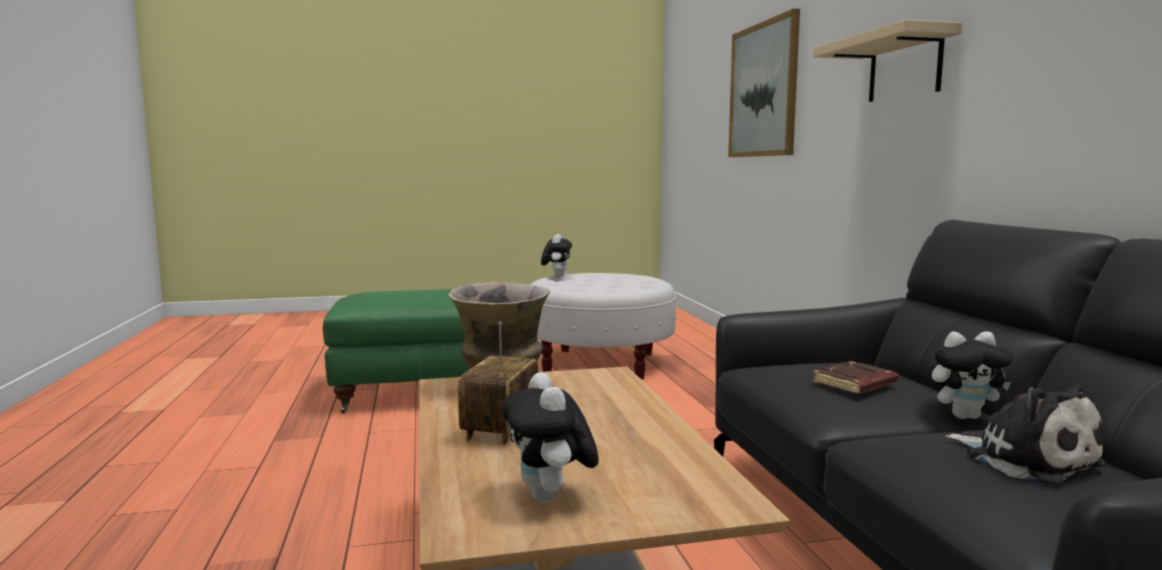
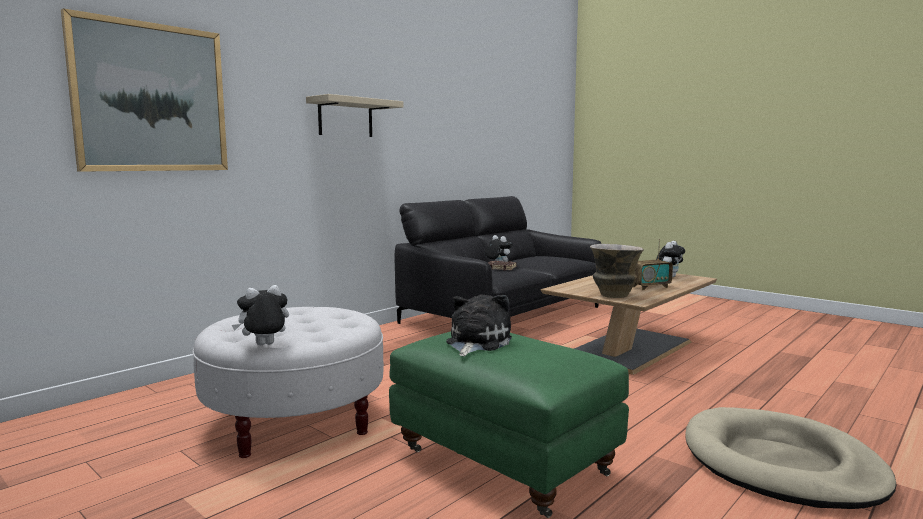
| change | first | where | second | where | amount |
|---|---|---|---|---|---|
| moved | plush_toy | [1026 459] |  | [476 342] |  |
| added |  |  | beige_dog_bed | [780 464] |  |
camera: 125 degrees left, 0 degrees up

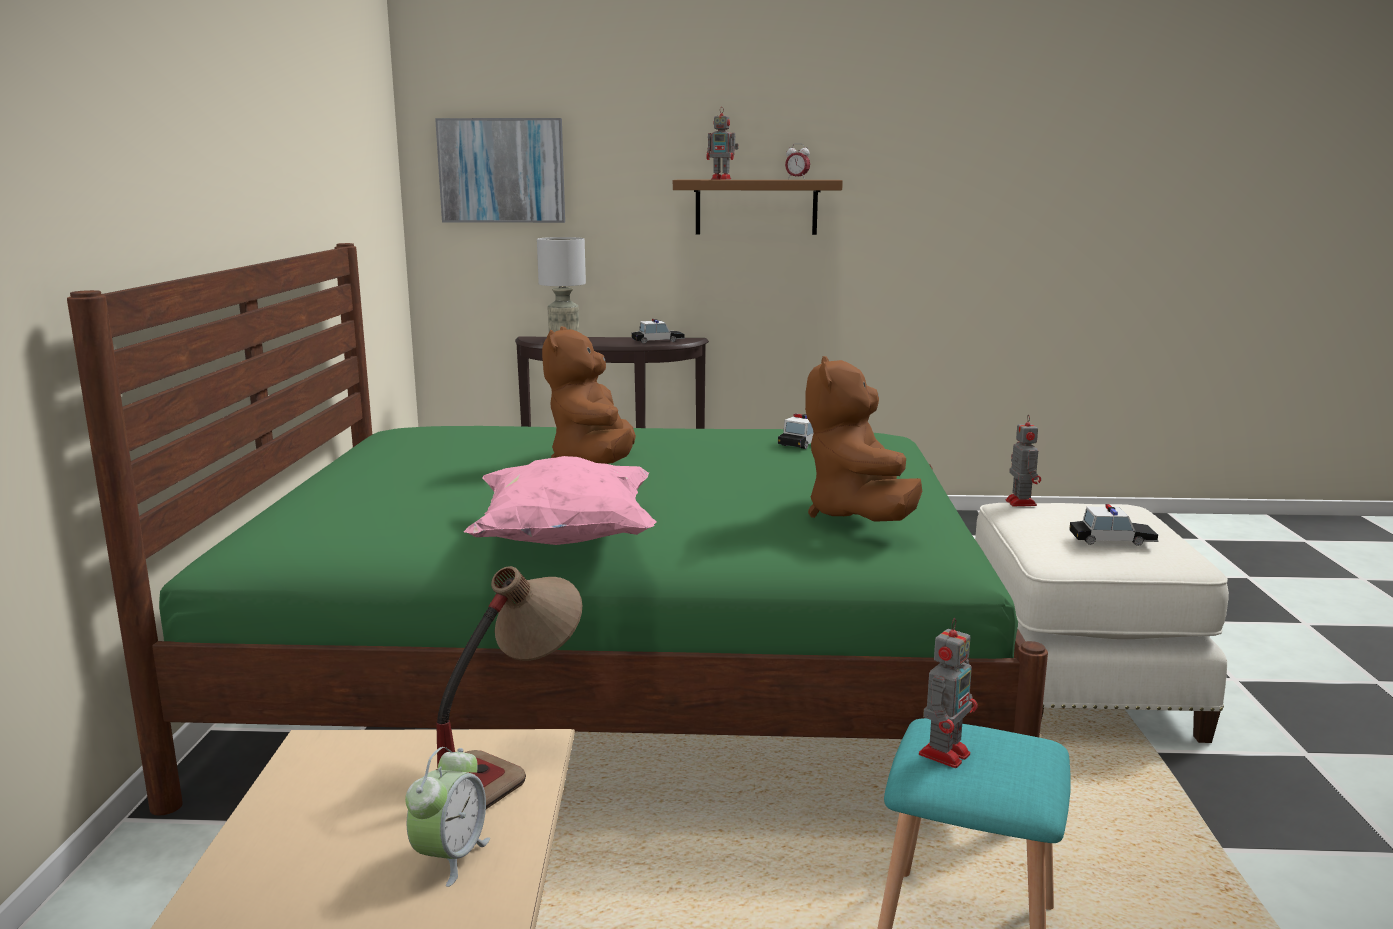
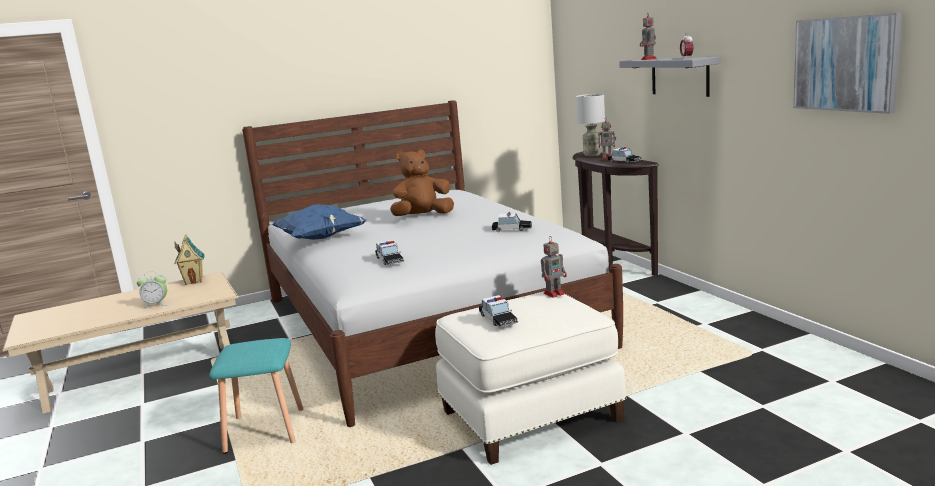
| change | first | where | second | where | amount |
|---|---|---|---|---|---|
| recoloured | green_bed | [620 674] | white_bed | [424 321] |  |
| moved | picture | [502 170] |  | [845 63] |  |
| removed | table_lamp | [507 762] |  |  |  |
| recoloured | pink_pillow | [565 540] | blue_pillow | [320 239] |  |
| recoloured | brown_shelf | [756 207] | grey_shelf | [679 76] |  |
| replaced | brown_plush_toy | [858 516] | toy_car | [389 260] |  |
| moved | toy_robot | [945 753] |  | [608 157] |  |
| added |  |  | toy_house | [194 281] |  |
camera: 65 degrees right, 0 degrees up

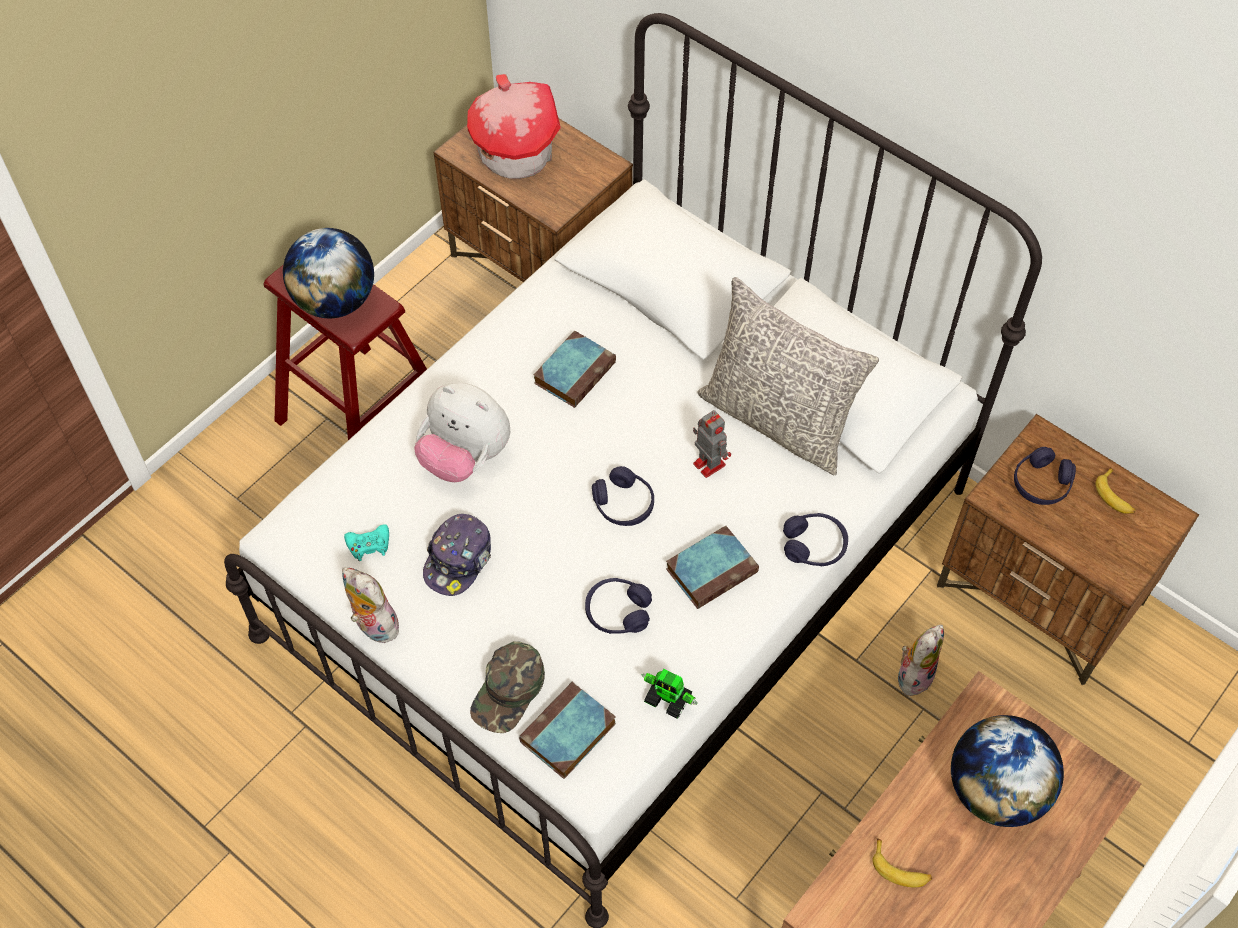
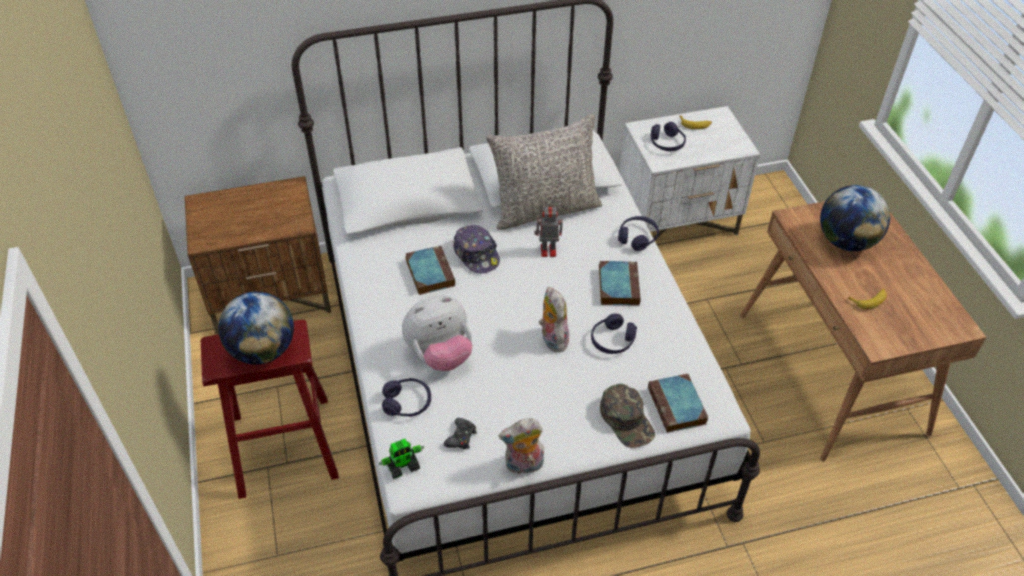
| change | first | where | second | where | amount |
|---|---|---|---|---|---|
| recoloured | turquoise_game_controller | [369 545] | black_game_controller | [461 437] |  |
| moved | cap | [459 560] |  | [476 254] |  |
| removed | toy_house | [516 153] |  |  |  |
| moved | purple_headphones | [623 504] |  | [407 403] |  |
| moved | toy_robot | [668 699] |  | [403 466] |  |
| moved | plush_toy | [914 674] |  | [552 339] |  |
| recoloured | brown_nightstand | [1041 595] | white_nightstand | [677 219] |  |
camera: 55 degrees left, 10 degrees down

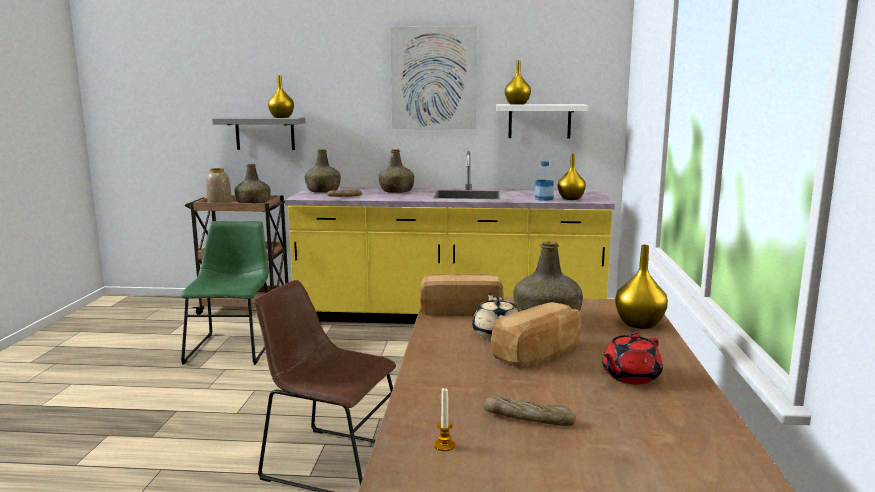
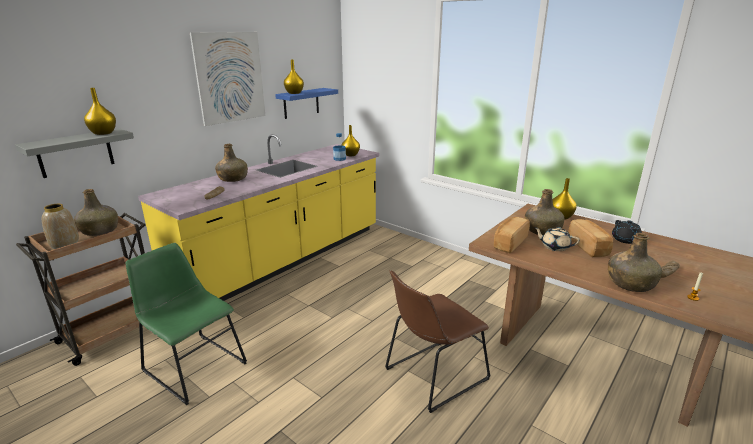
| change | first | where | second | where | amount |
|---|---|---|---|---|---|
| moved | green_bottle | [323 191] |  | [630 284] |  |
| recoloured | white_shelf | [539 121] | blue_shelf | [301 103] |  |
| recoloured | red_teapot | [629 376] | black_teapot | [625 240] |  |
camera: 55 degrees left, 10 degrees up

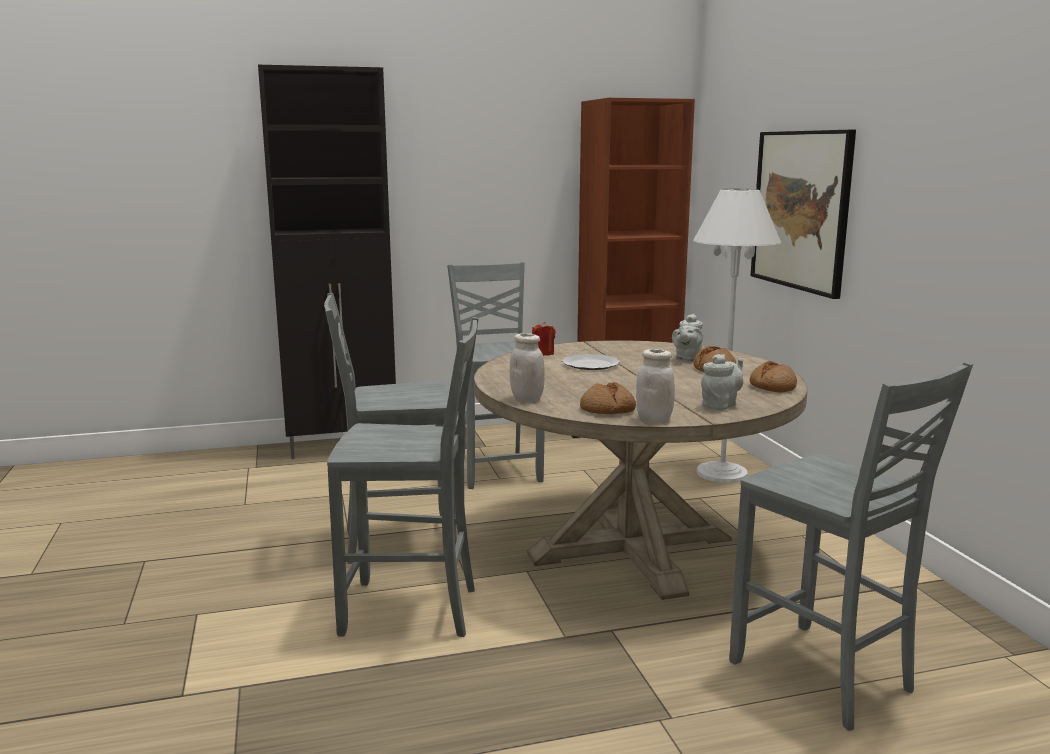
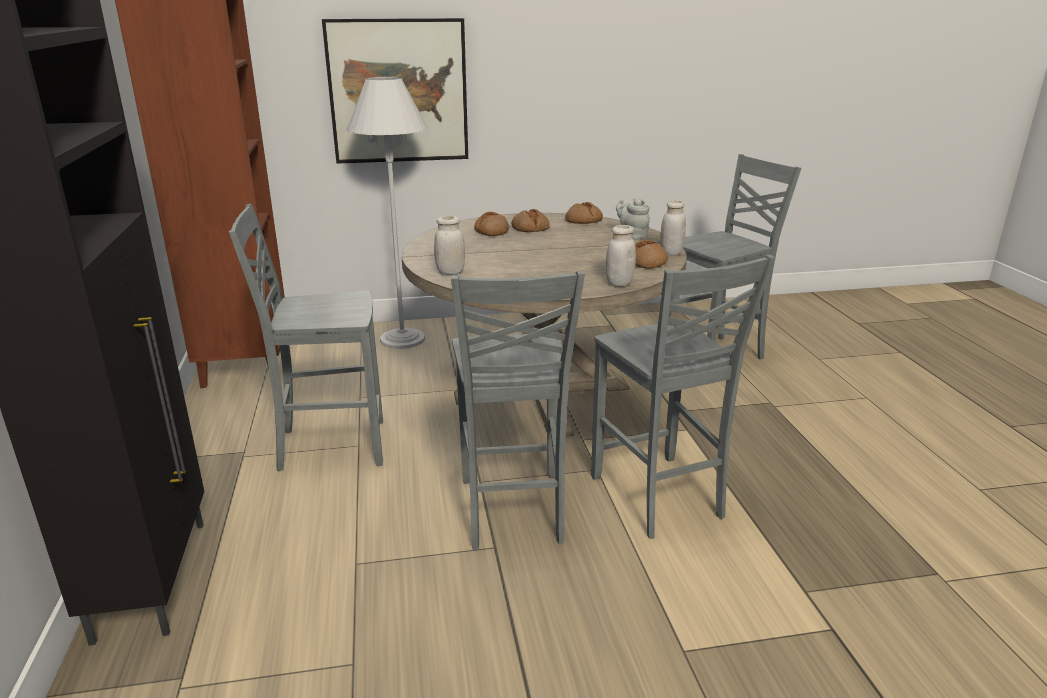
| change | first | where | second | where | amount |
|---|---|---|---|---|---|
| turned | grey_chair | [413 611] |  | [658 498] | 150 degrees clockwise |
| replaced | red_candle | [543 353] | white_jar | [450 272] |  |
| removed | plate | [590 364] |  |  |  |
| replaced | grey_teapot | [687 358] | bread | [491 232] |  |
camera: 85 degrees left, 10 degrees up

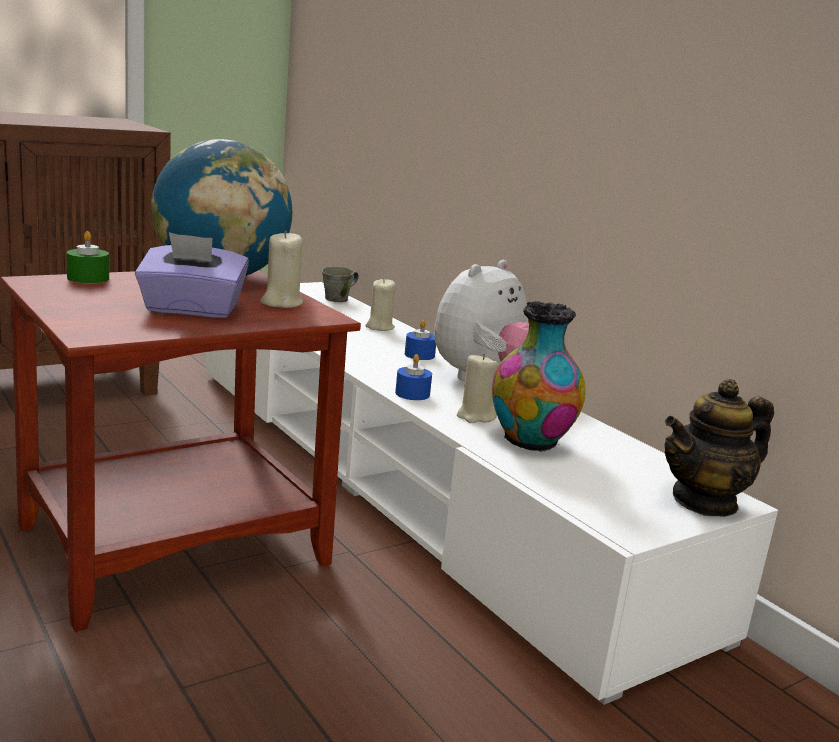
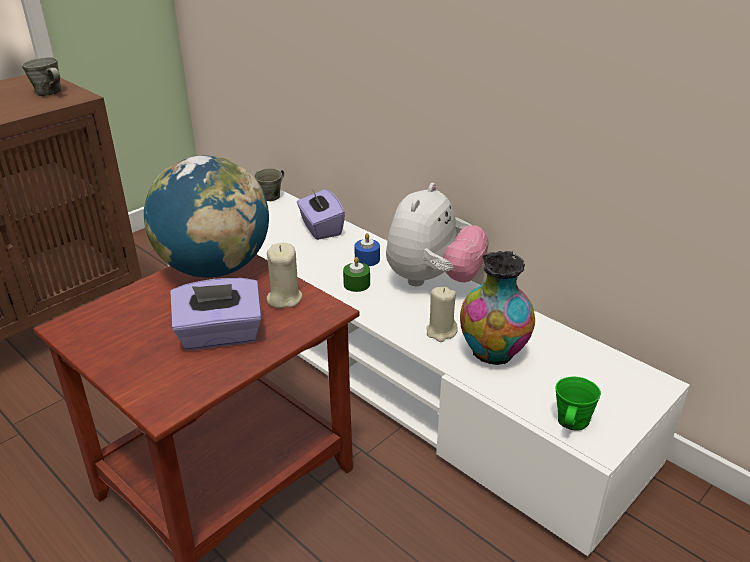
| change | first | where | second | where | amount |
|---|---|---|---|---|---|
| moved | green_candle | [88 278] |  | [356 284] |  |
| replaced | beige_candle | [379 327] | purple_tissue_box | [320 228] |  |
| removed | blue_candle | [412 394] |  |  |  |
| removed | teapot | [705 501] |  |  |  |
| added |  |  | grey_mug | [49 93] |  |
| added |  |  | green_mug | [571 422] |  |
camera: 10 degrees left, 15 degrees up

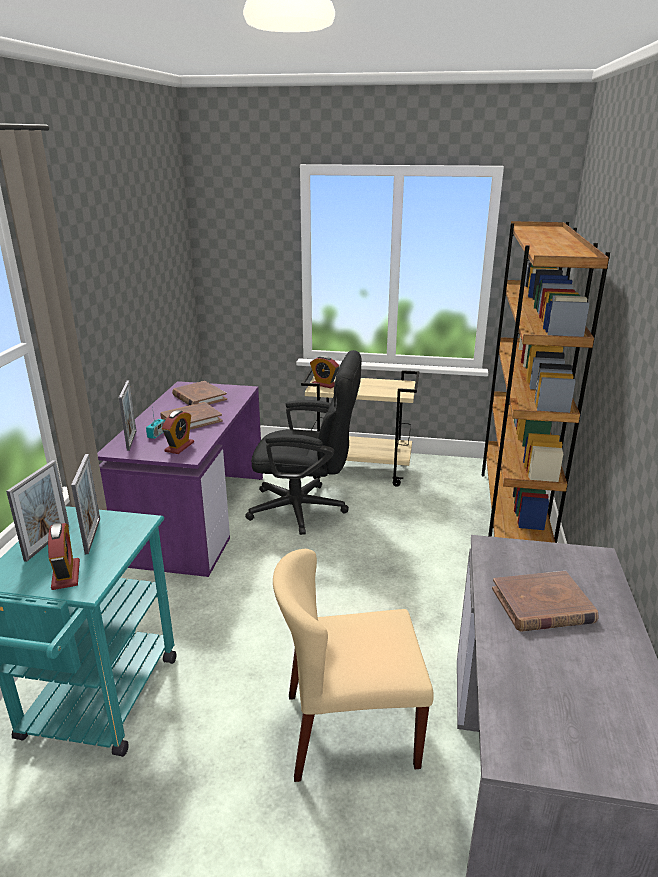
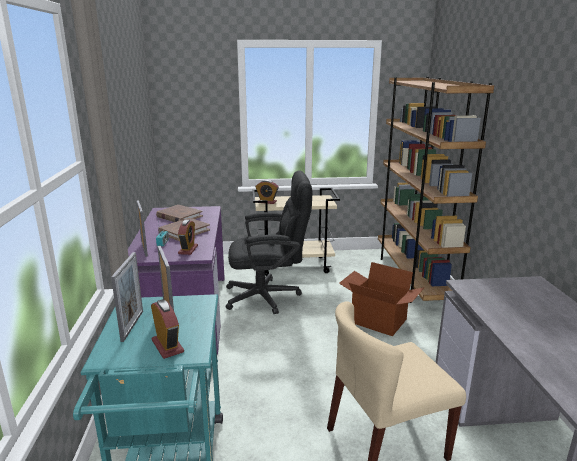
| change | first | where | second | where | amount |
|---|---|---|---|---|---|
| removed | brown_book | [542 605] |  |  |  |
| added |  |  | cardboard_box | [378 321] |  |
camera: 15 degrees left, 5 degrees down

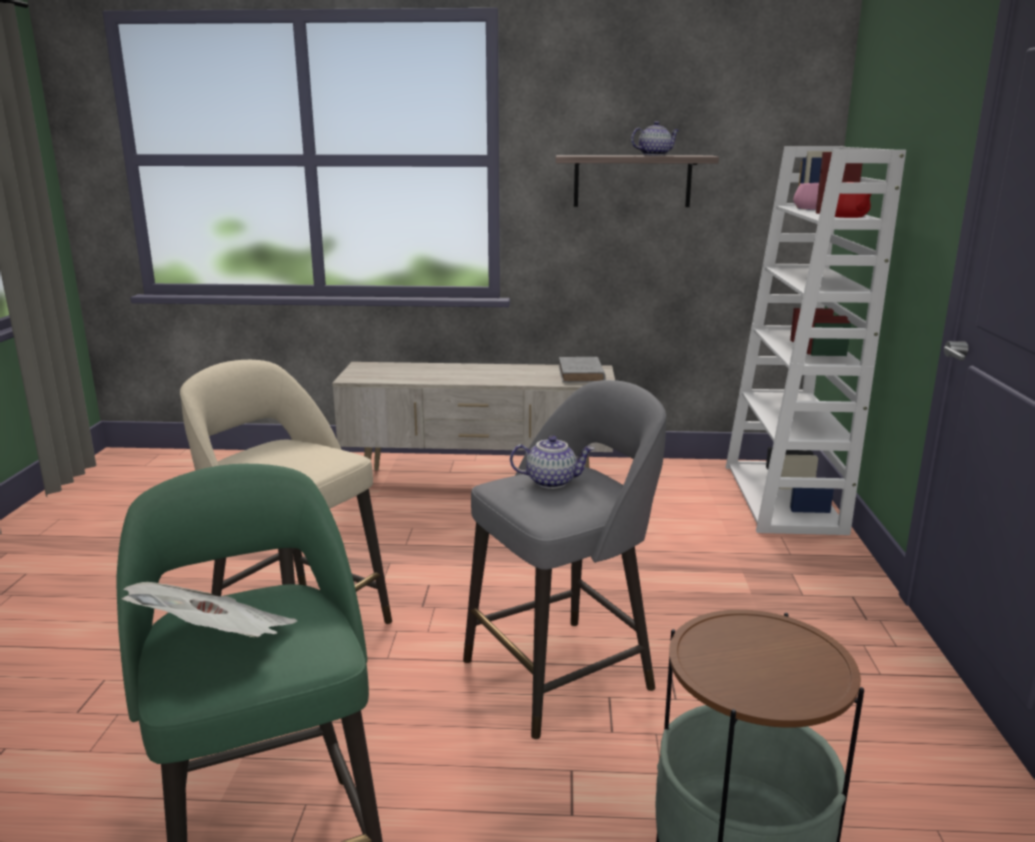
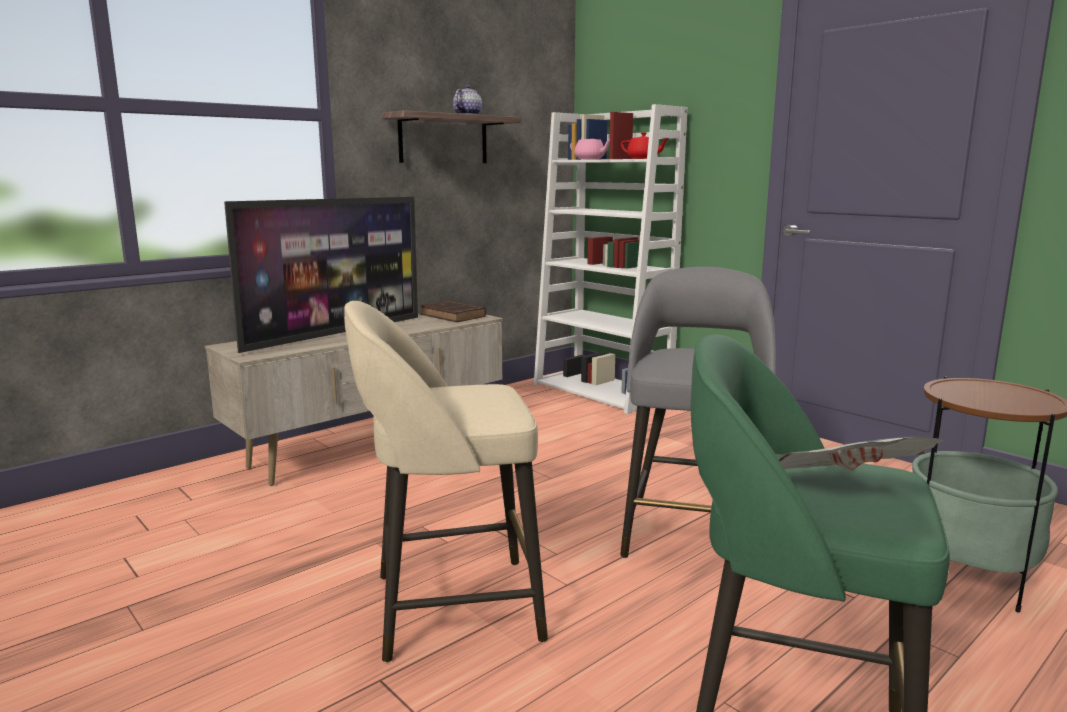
| change | first | where | second | where | amount |
|---|---|---|---|---|---|
| removed | teapot | [551 481] |  |  |  |
| recoloured | grey_book | [581 374] | brown_book | [454 316] |  |
| added |  |  | television | [336 333] |  |
camera: 45 degrees left, 5 degrees down

